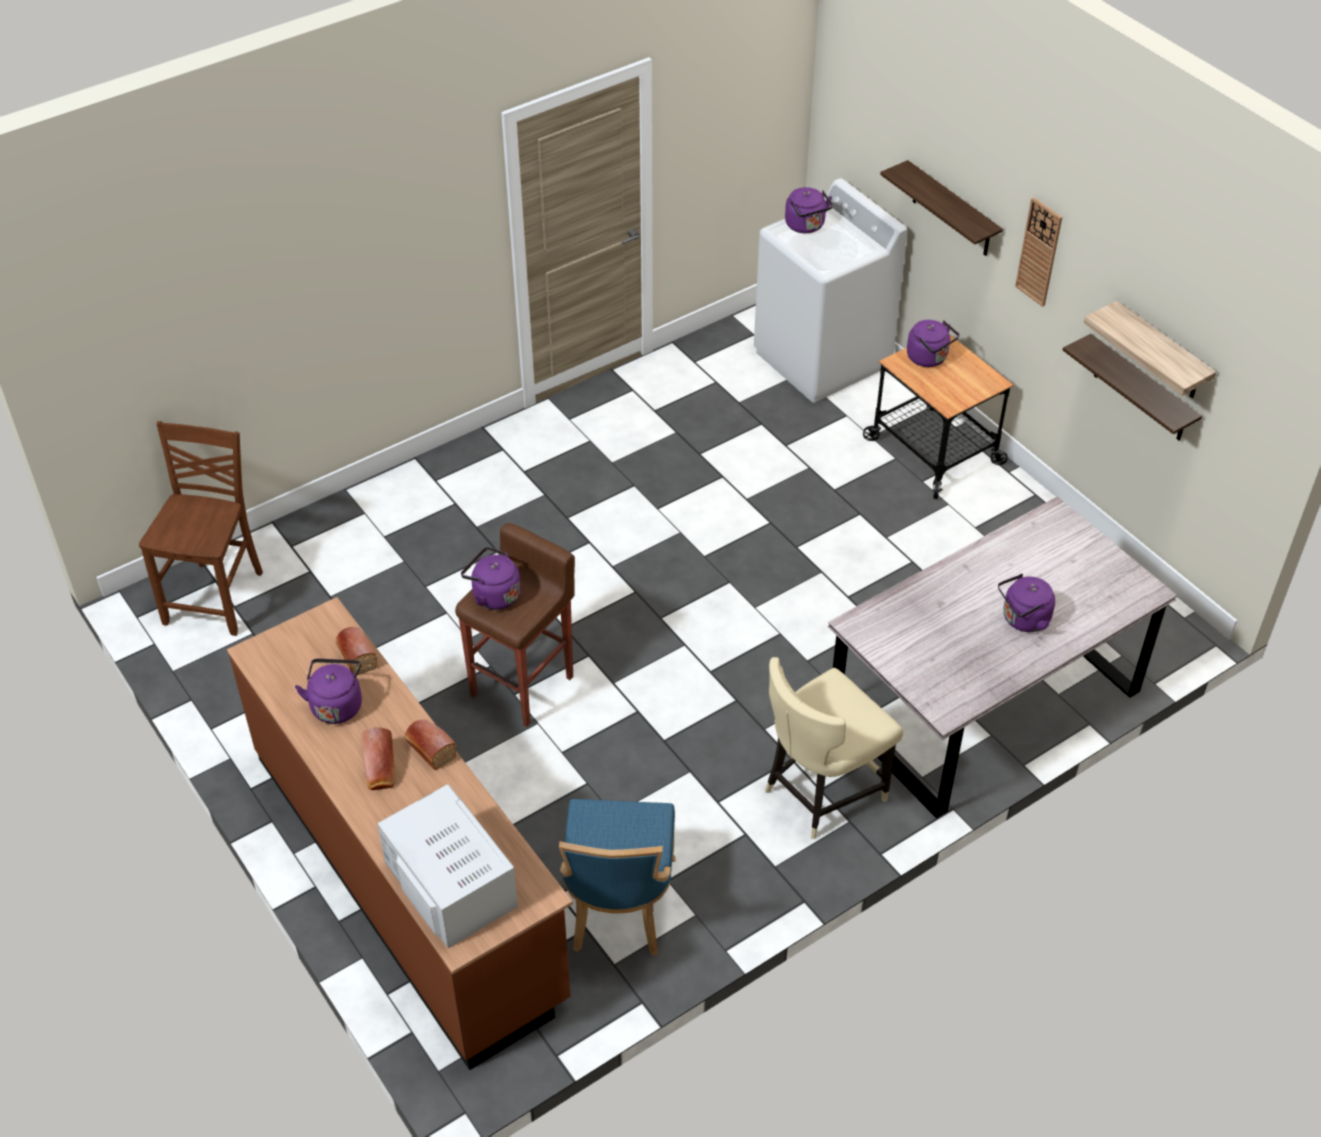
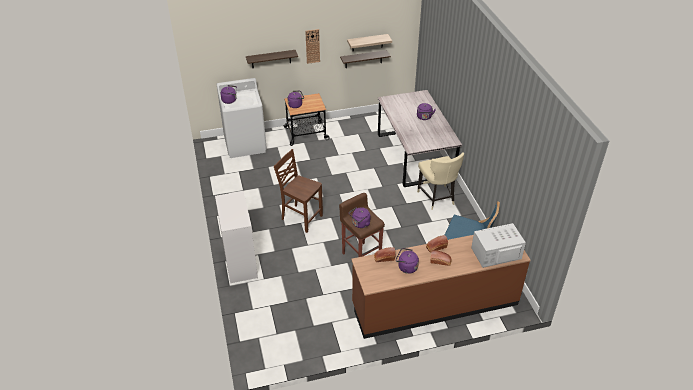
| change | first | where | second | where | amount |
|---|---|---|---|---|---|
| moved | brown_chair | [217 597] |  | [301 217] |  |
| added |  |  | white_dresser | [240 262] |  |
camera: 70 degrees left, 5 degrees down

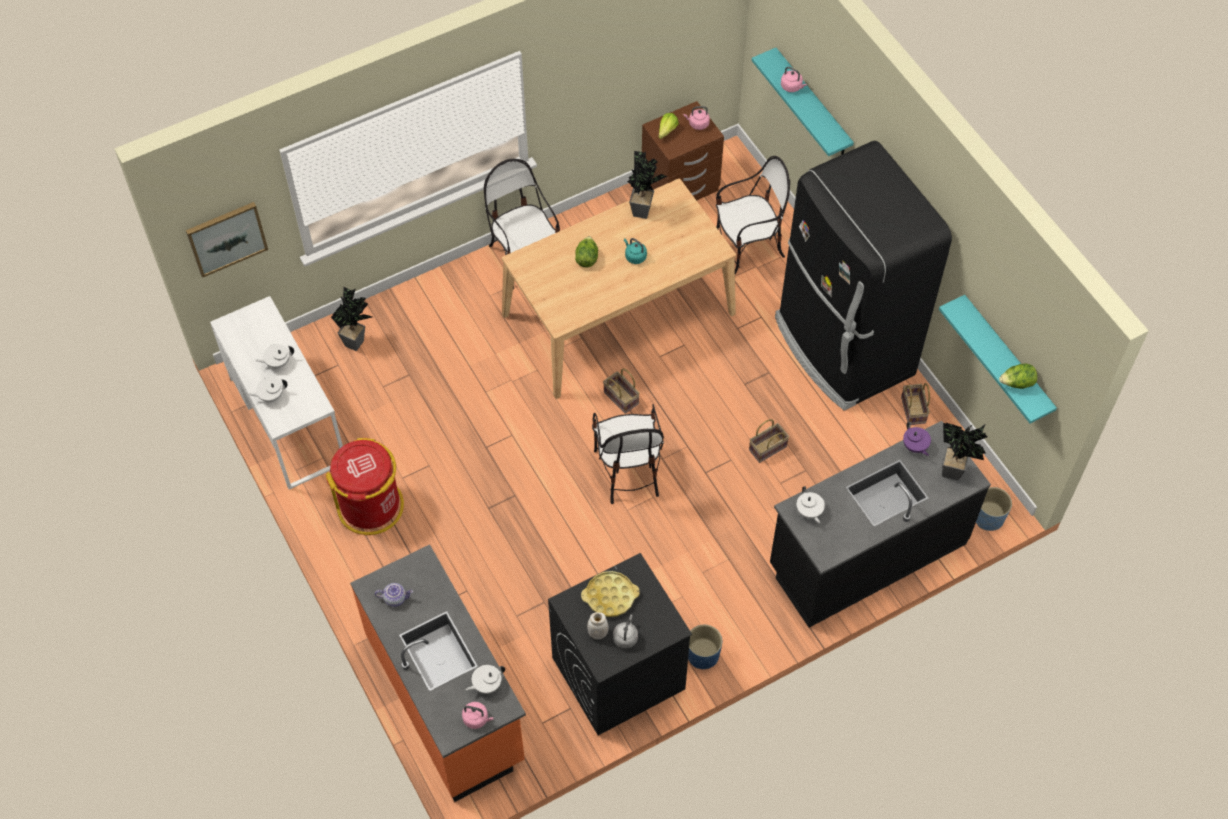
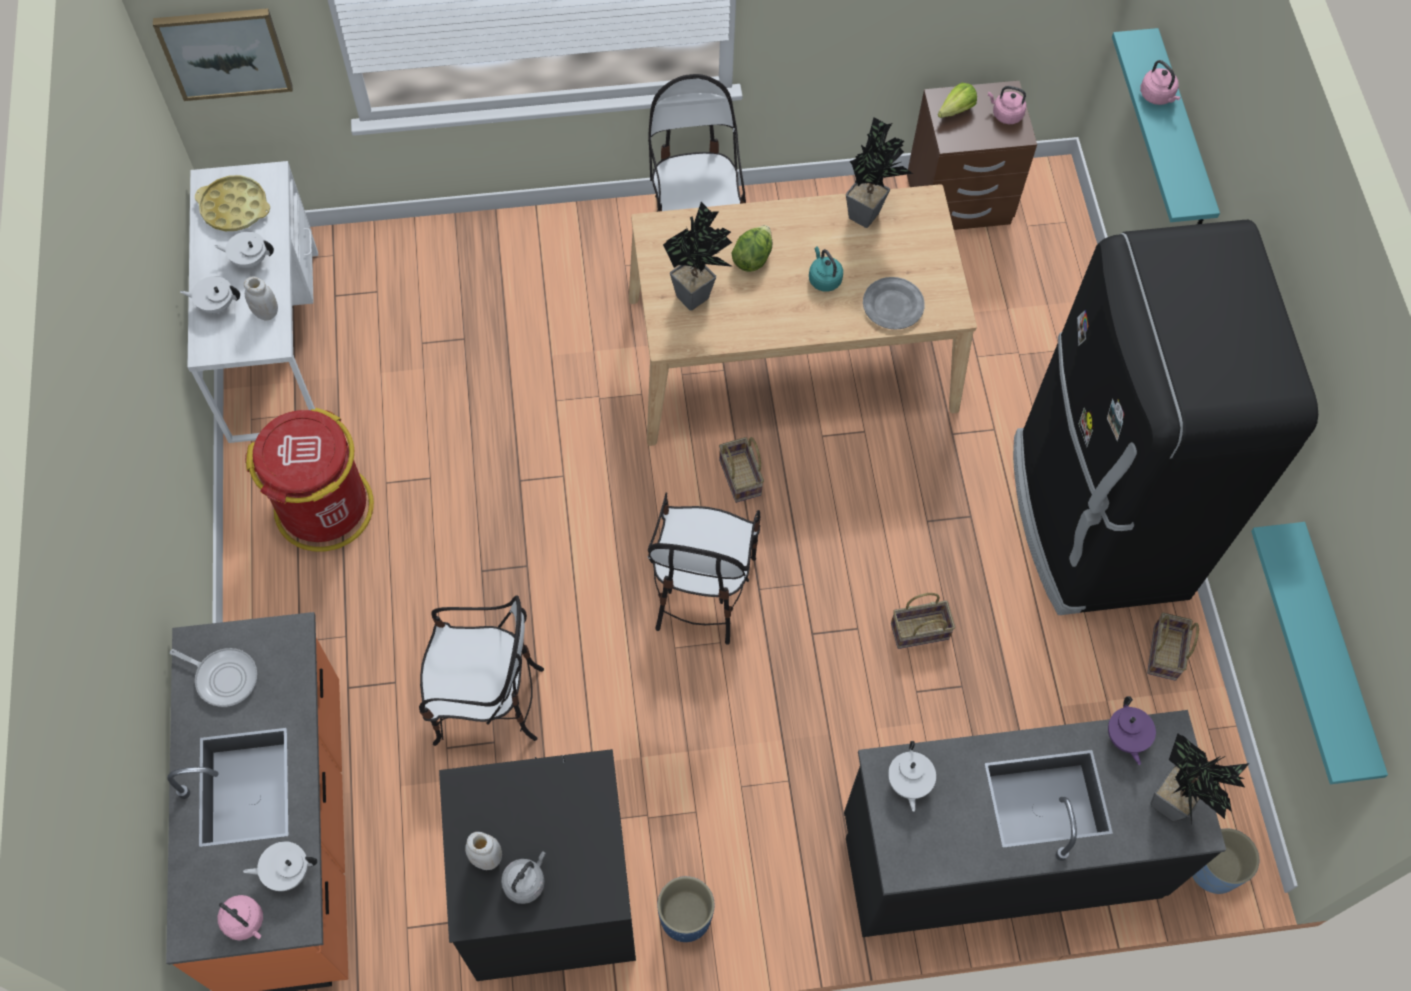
| change | first | where | second | where | amount |
|---|---|---|---|---|---|
| moved | potted_plant | [357 341] |  | [698 296] |  |
| replaced | teapot | [395 598] | frying_pan | [224 677] |  |
| moved | yellow_tray | [610 596] |  | [234 208] |  |
| moved | chair | [748 249] |  | [486 702] |  |
| removed | lettuce | [1016 383] |  |  |  |
| added |  |  | white_jar | [266 312] |  |
| added |  |  | grey_plate | [893 306] |  |
camera: 20 degrees right, 5 degrees up

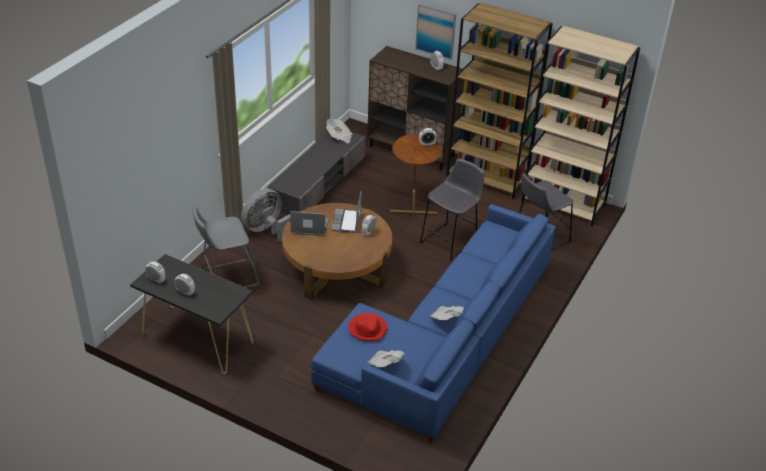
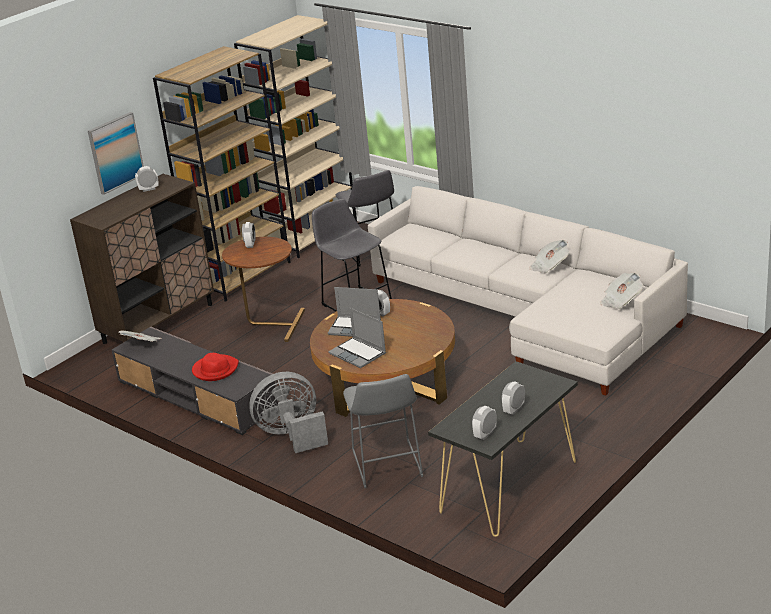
| change | first | where | second | where | amount |
|---|---|---|---|---|---|
| turned | grey_fan | [268 230] |  | [292 435] | 105 degrees clockwise |
| turned | laptop | [309 227] |  | [358 354] | 60 degrees counterclockwise |
| recoloured | blue_sofa | [444 341] | white_sofa | [531 314] |  |
| moved | red_hat | [368 329] |  | [215 370] |  |
camera: 75 degrees left, 10 degrees down

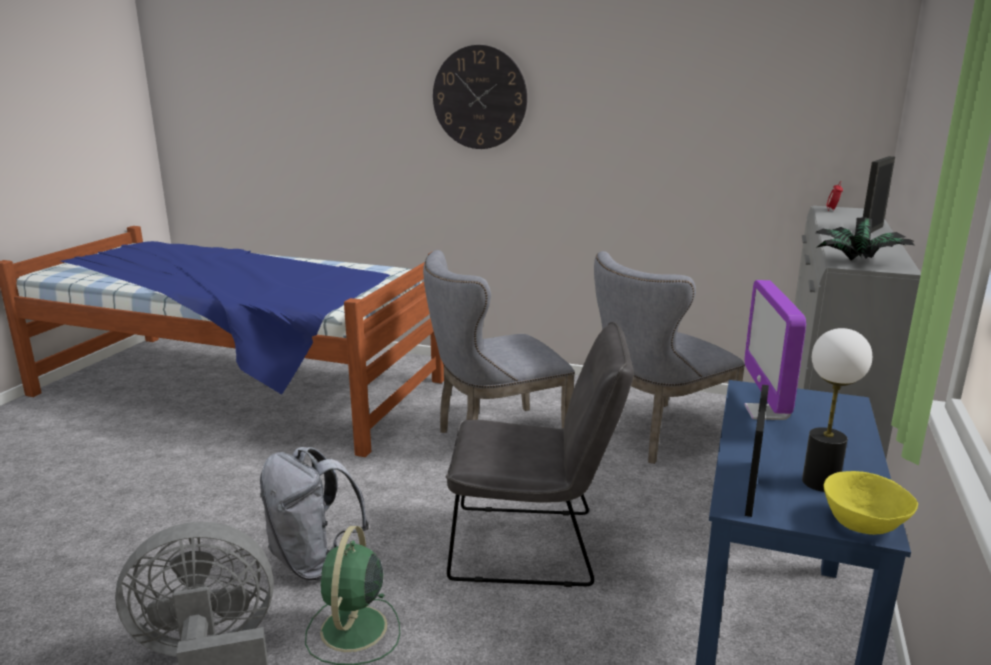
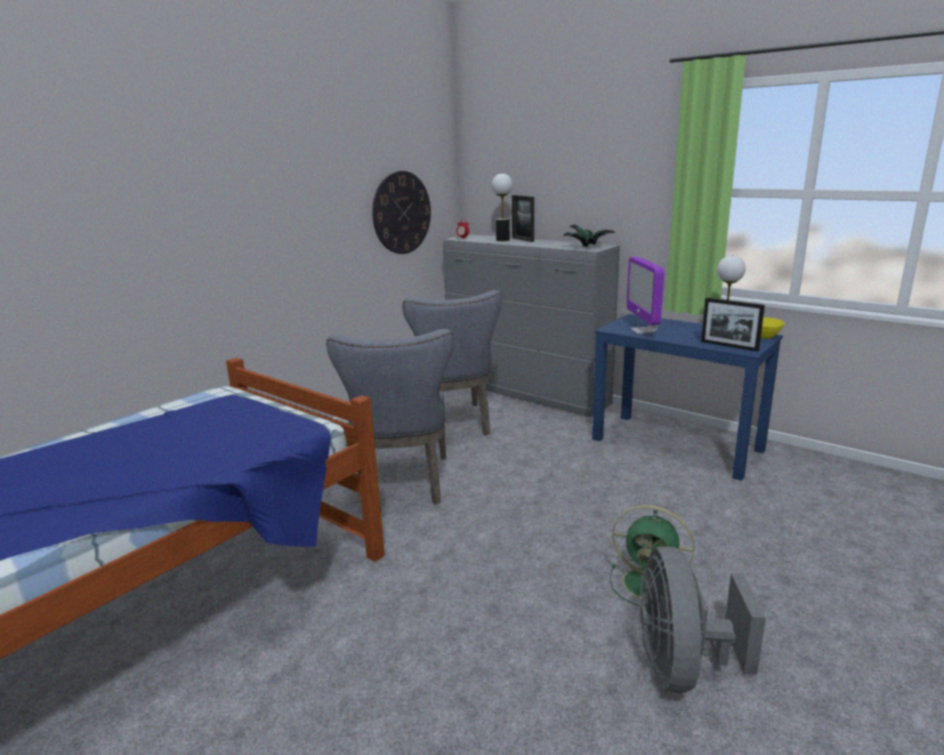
| change | first | where | second | where | amount |
|---|---|---|---|---|---|
| removed | grey_backpack | [314 561] |  |  |  |
| moved | wall_clock | [479 97] |  | [402 213] |  |
| removed | grey_chair | [535 546] |  |  |  |
| turned | monitor | [766 412] |  | [643 331] | 60 degrees clockwise |
| added |  |  | table_lamp | [502 240] |  |
camera: 70 degrees left, 0 degrees up

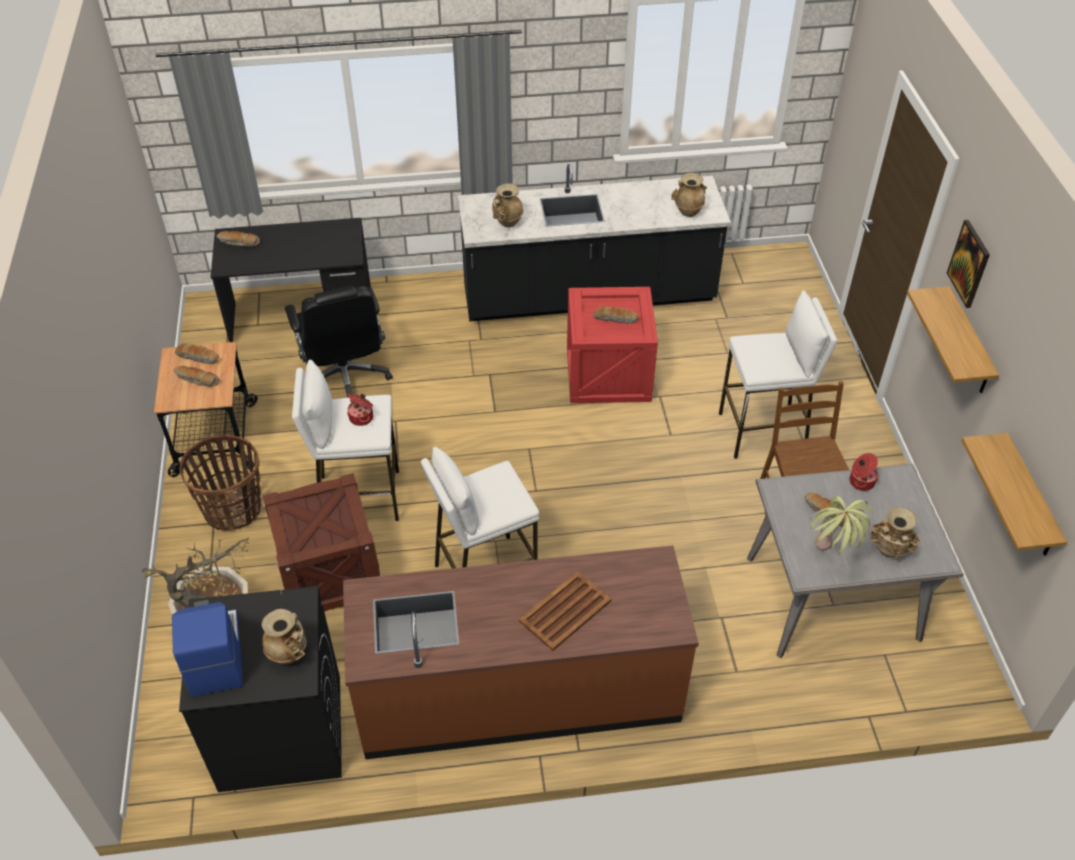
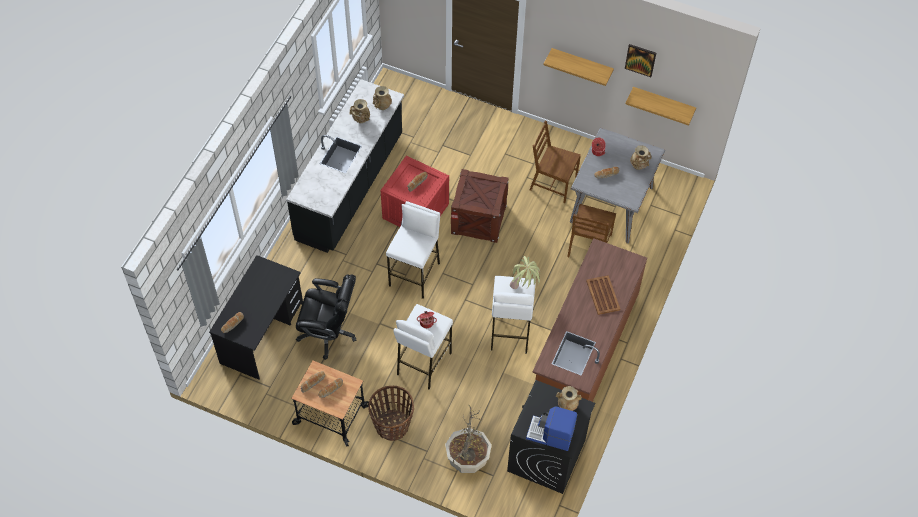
| change | first | where | second | where | amount |
|---|---|---|---|---|---|
| moved | crate | [329 573] |  | [478 219] |  |
| moved | beige_vase | [507 223] |  | [361 120] |  |
| moved | white_stool | [763 432] |  | [415 274] |  |
| moved | potted_plant | [829 562] |  | [524 289] |  |
| moved | picture | [969 263] |  | [640 60] |  |
| added |  |  | brown_chair | [589 246] |  |
camera: 60 degrees left, 10 degrees up

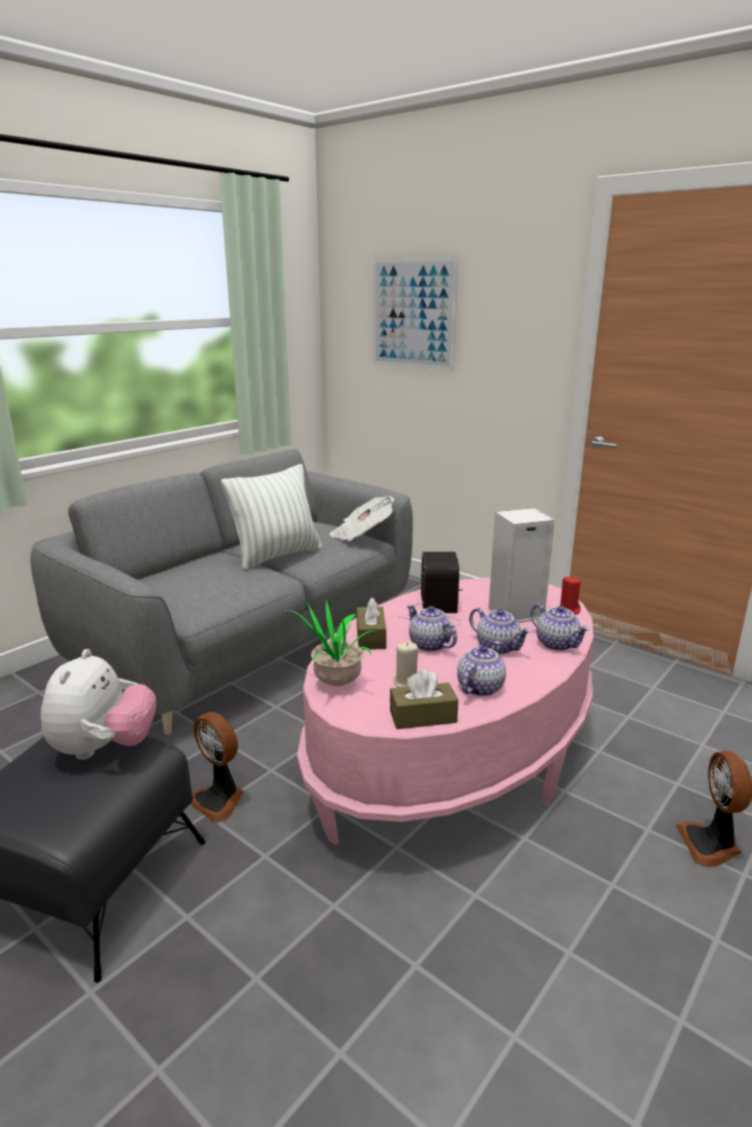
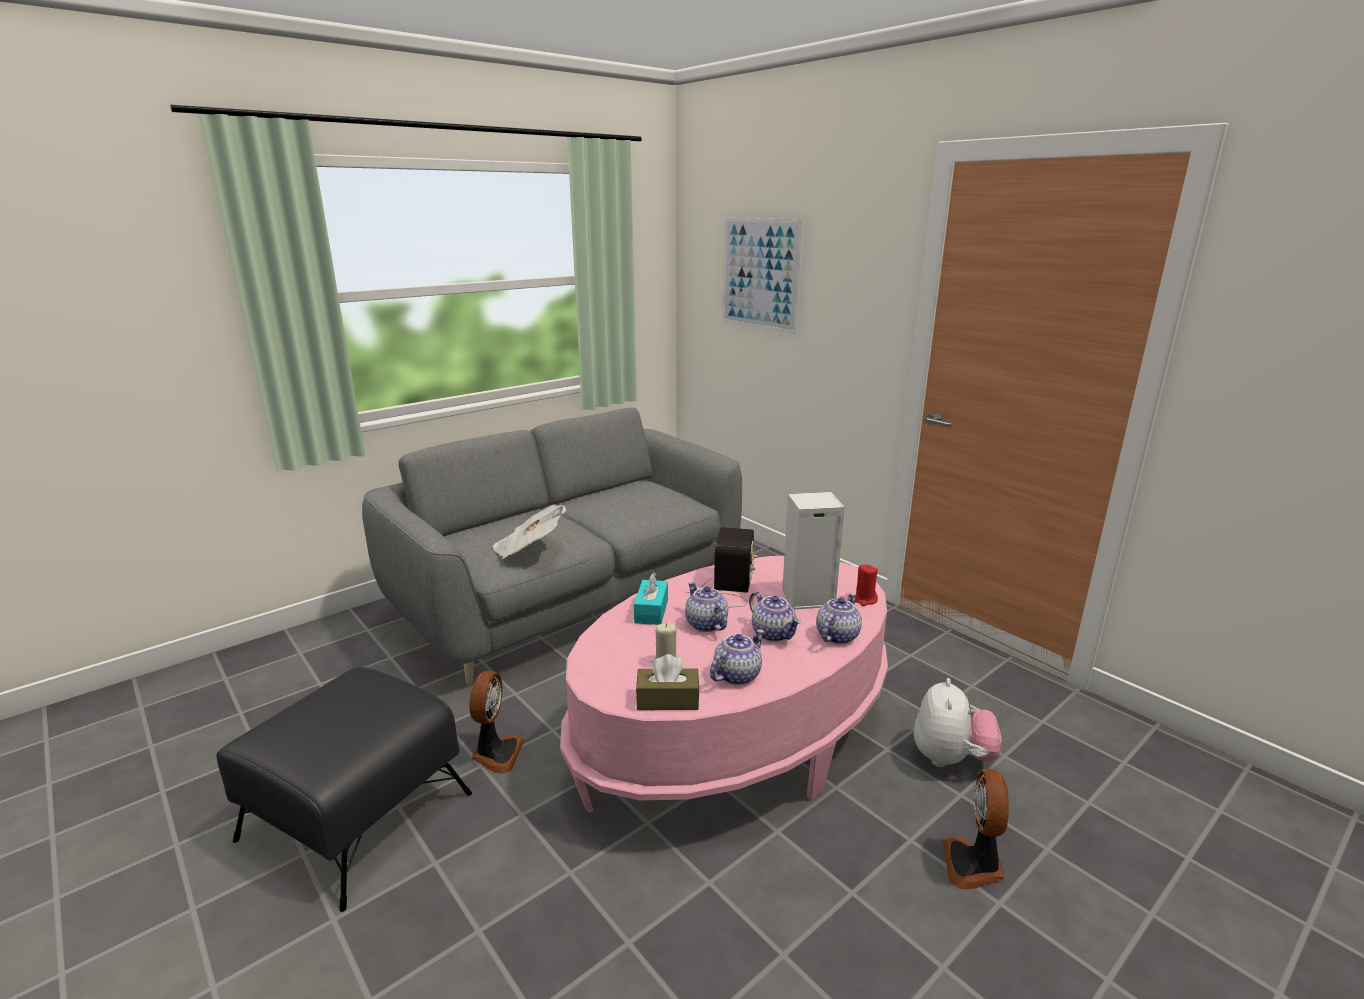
| change | first | where | second | where | amount |
|---|---|---|---|---|---|
| moved | plush_toy | [104 748] |  | [950 758] |  |
| turned | fan | [219 799] |  | [496 753] | 135 degrees counterclockwise |
| removed | pillow | [276 556] |  |  |  |
| removed | potted_plant | [333 683] |  |  |  |
| moved | newspaper | [362 535] |  | [529 549] |  |
| recoloured | brown_tissue_box | [371 637] | turquoise_tissue_box | [651 611] |  |
| turned | teapot | [557 644] |  | [837 635] | 120 degrees counterclockwise |
camera: 10 degrees right, 0 degrees up

